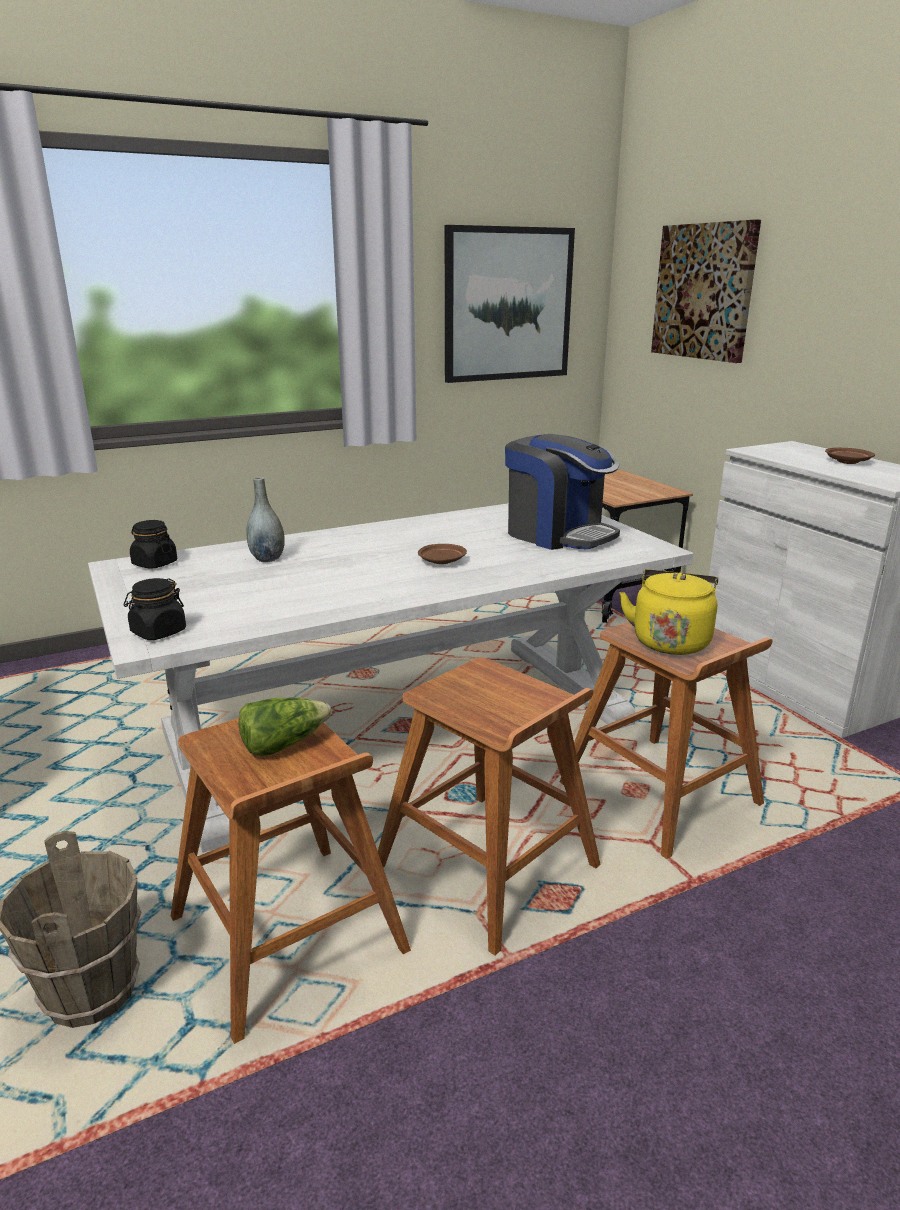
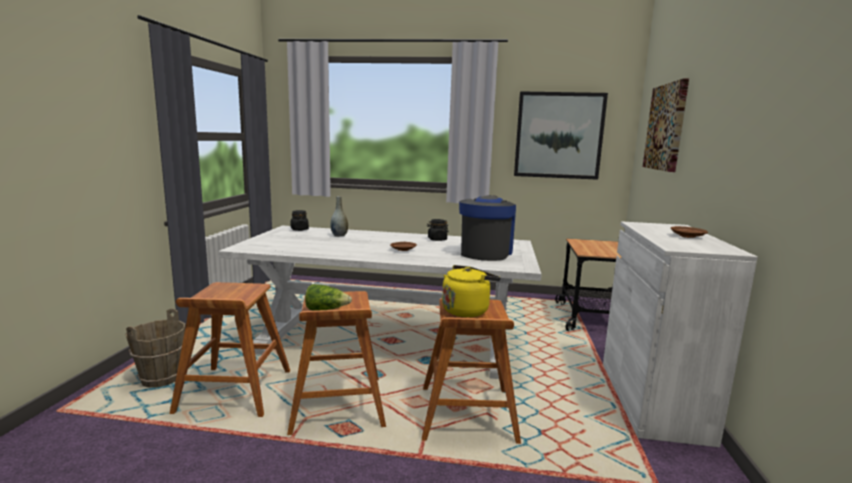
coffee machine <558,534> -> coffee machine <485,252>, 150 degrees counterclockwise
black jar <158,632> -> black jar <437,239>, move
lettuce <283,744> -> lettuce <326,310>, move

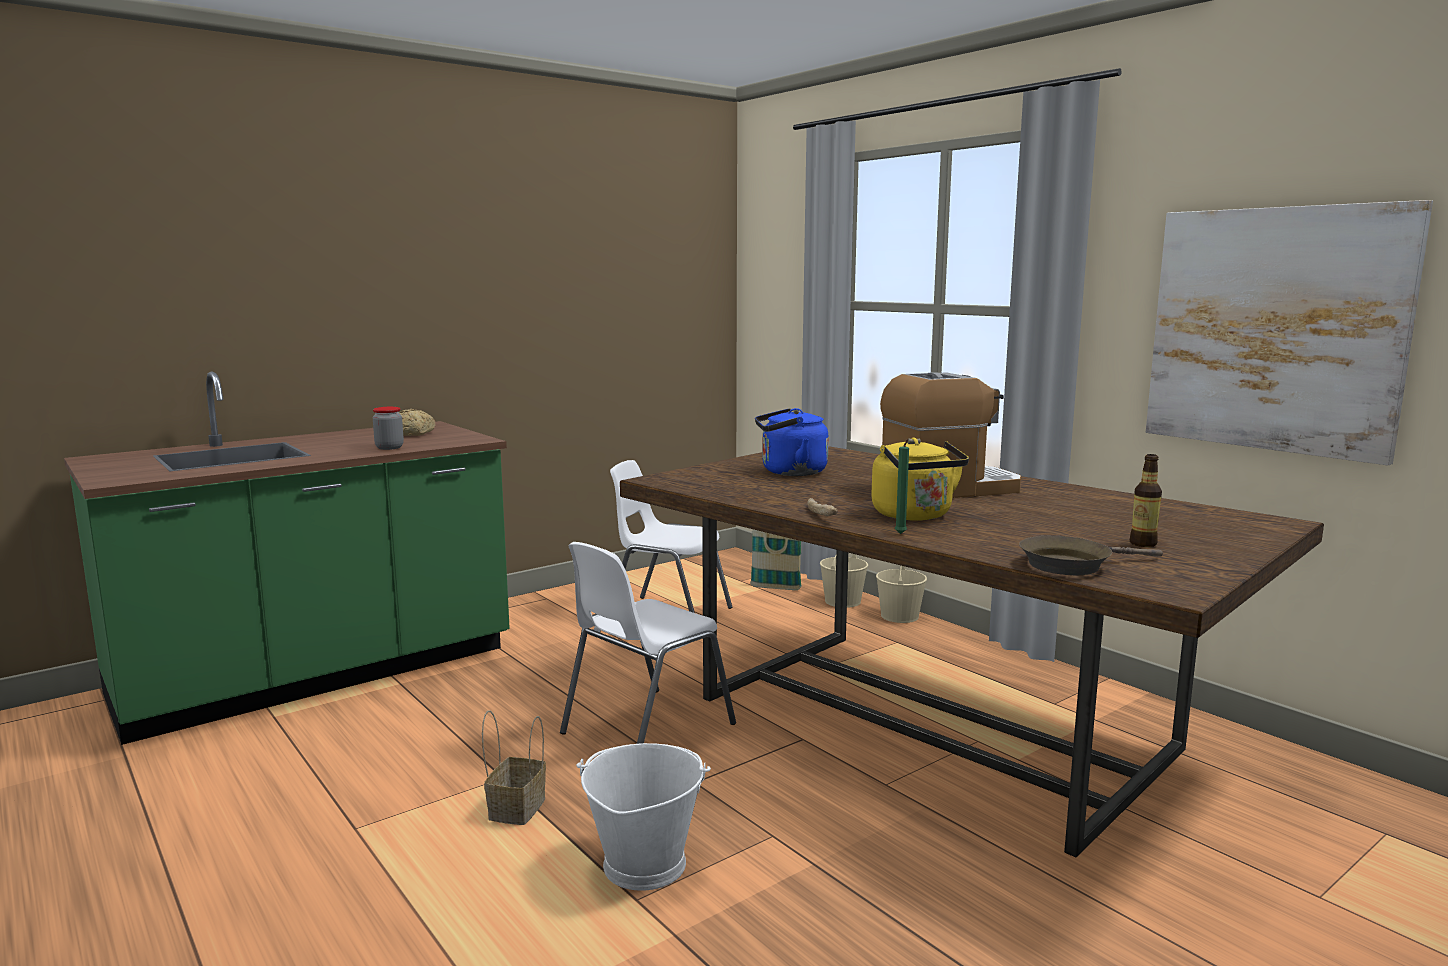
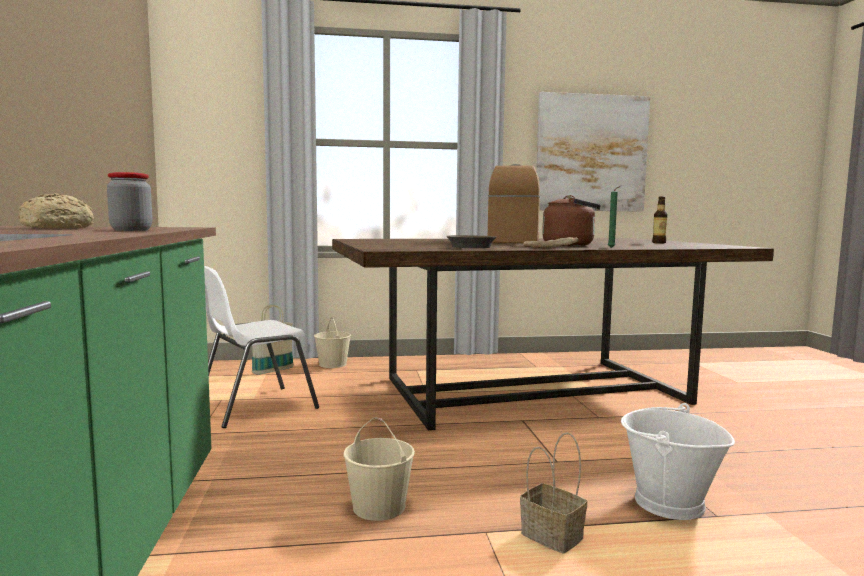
blue kettle <789,472> -> none
yellow kettle <915,516> -> brown kettle <571,245>
brown frying pan <1071,565> -> brown frying pan <471,247>, move
white chair <644,729> -> none
beige bucket <899,616> -> beige bucket <378,506>, move

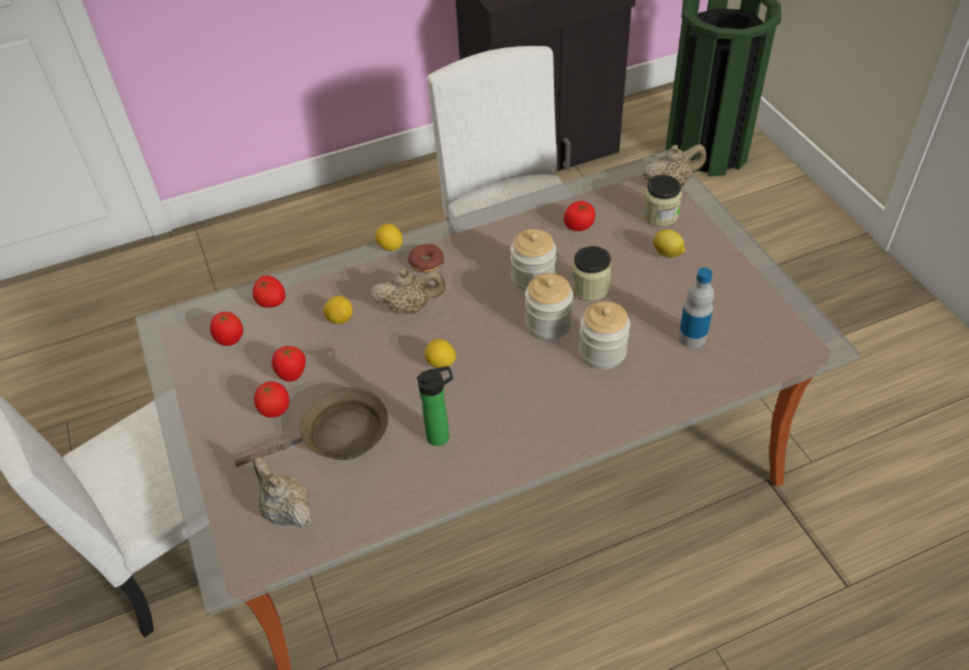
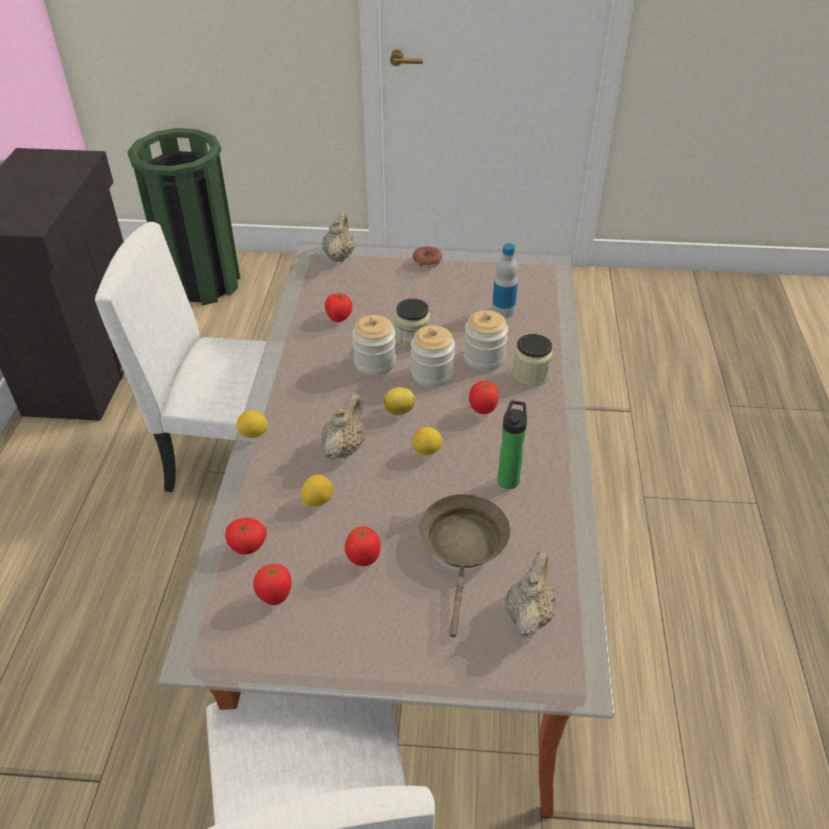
jar <660,215> -> jar <531,374>, move
lemon <668,253> -> lemon <400,411>, move
donut <426,262> -> donut <427,261>, move
tomato <275,411> -> tomato <482,410>, move
beige teapot <286,511> -> beige teapot <529,614>, 120 degrees clockwise

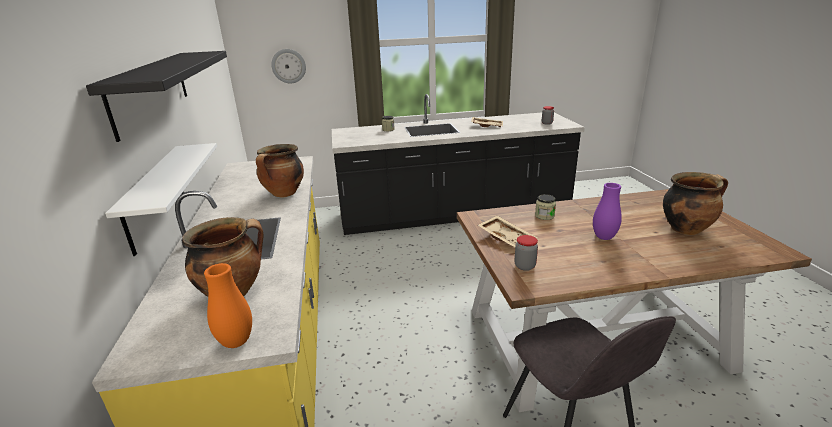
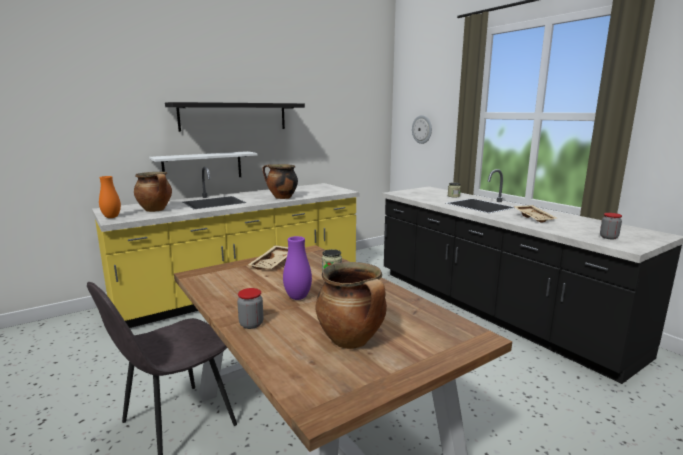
jar <525,266> -> jar <251,324>, move

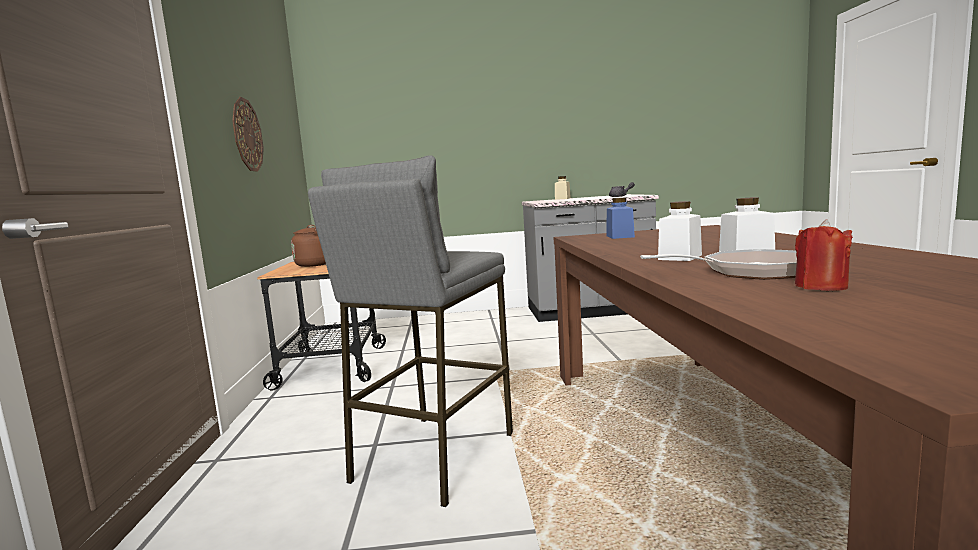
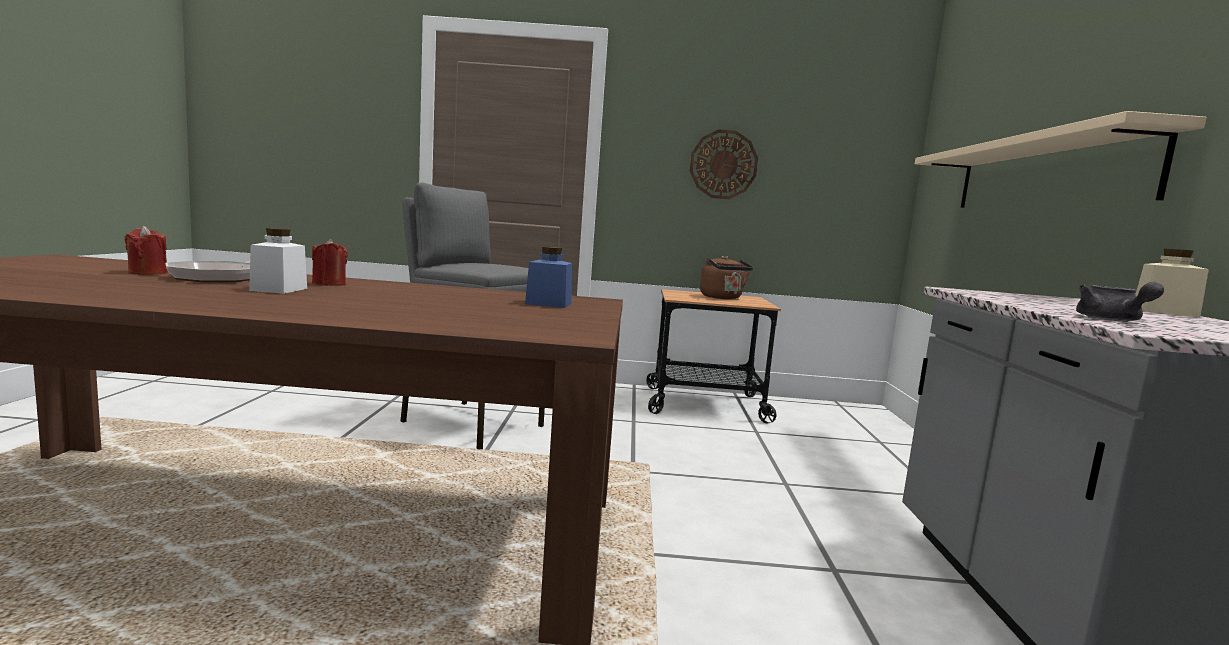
white jar <680,257> -> red candle <329,284>
none -> beige shelf <1044,175>

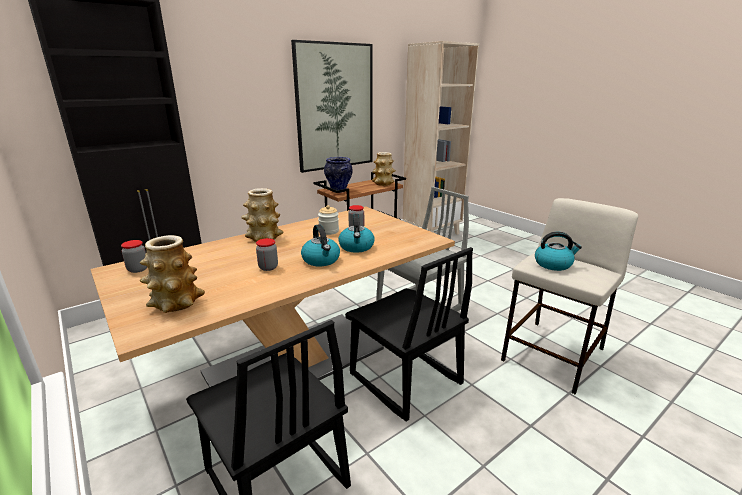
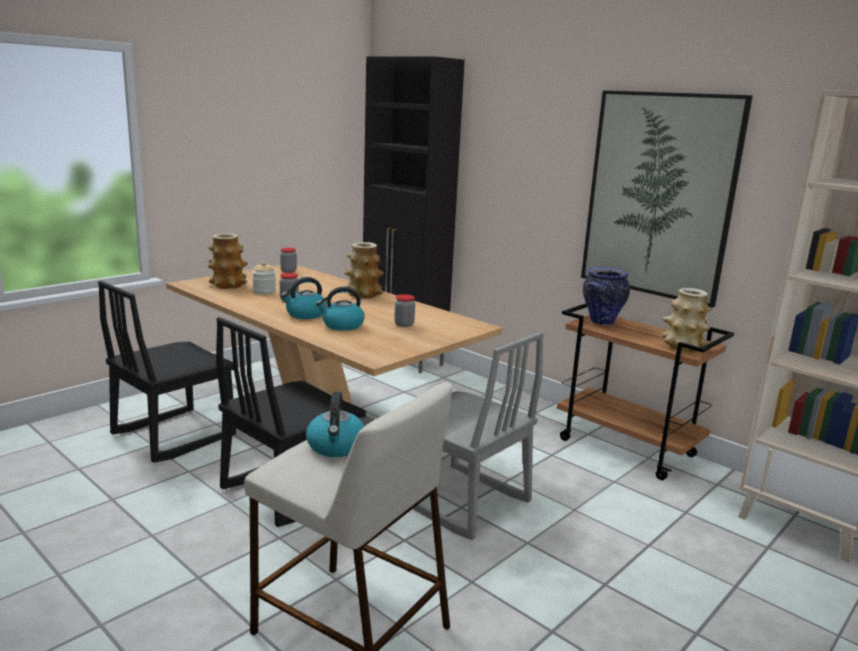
jar <329,231> -> jar <264,291>, move

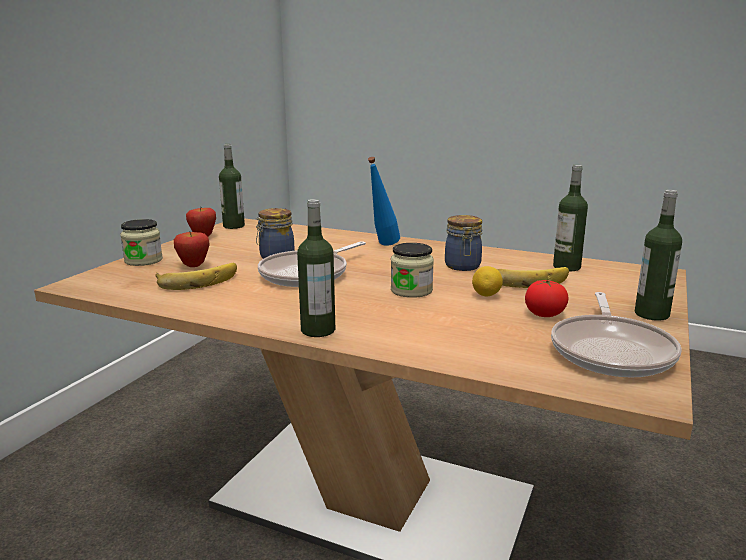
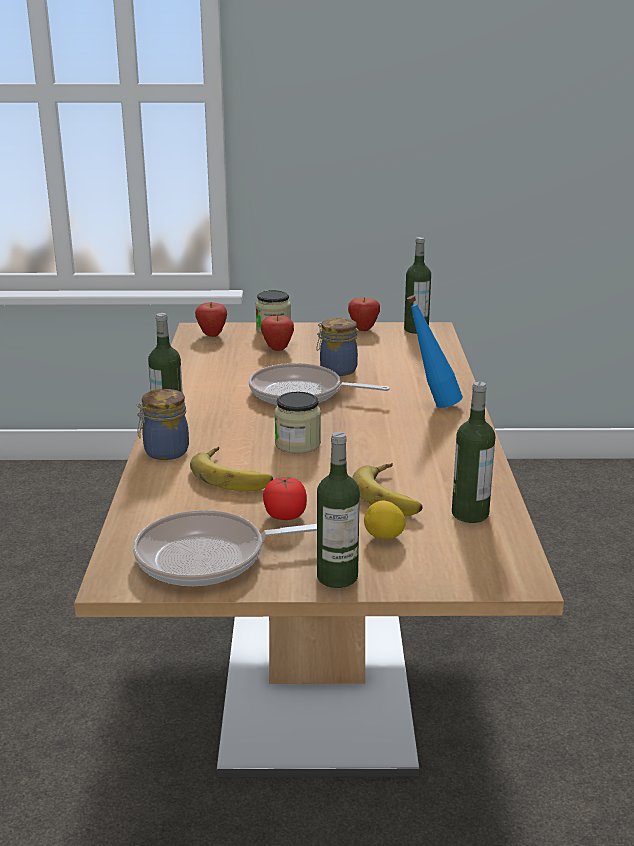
jar <462,267> -> jar <164,452>, move
banana <197,280> -> banana <234,475>, move
lemon <486,295> -> lemon <384,537>, move
none -> apple <212,335>

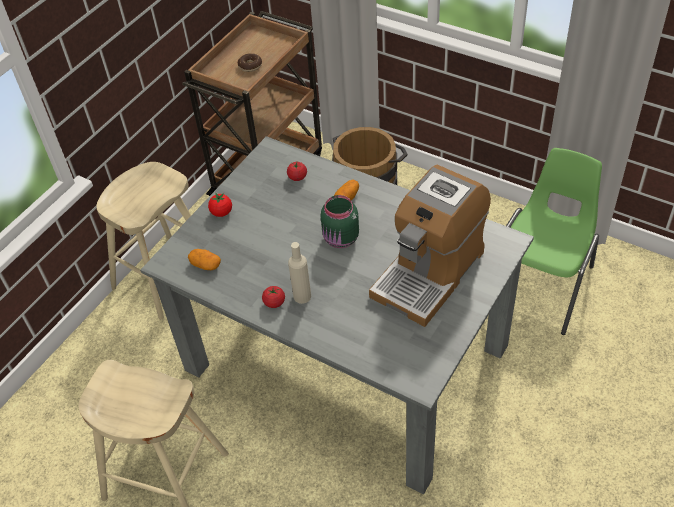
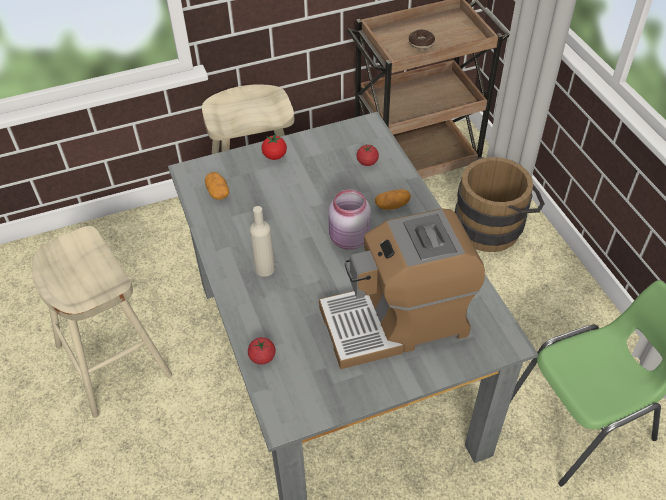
green jar <341,239> -> pink jar <348,239>
tomato <274,302> -> tomato <262,357>, move

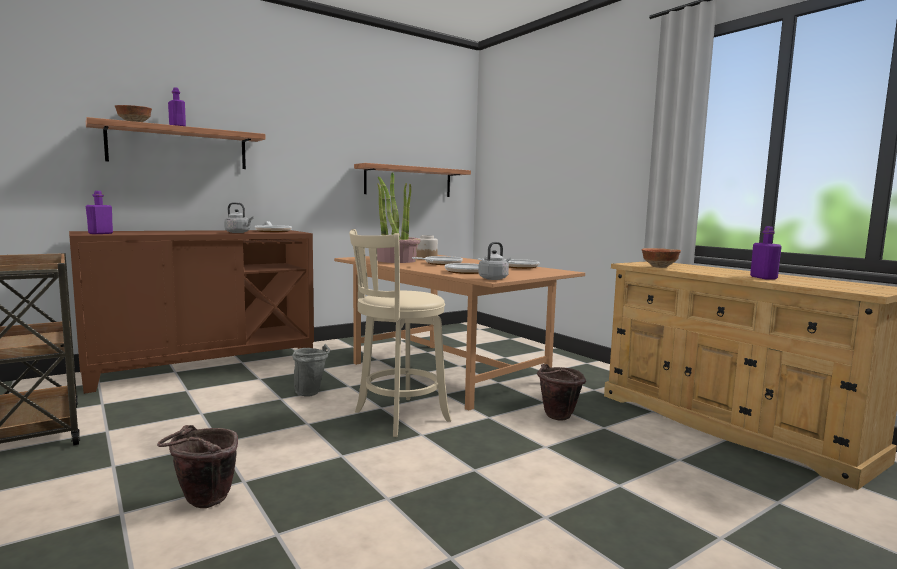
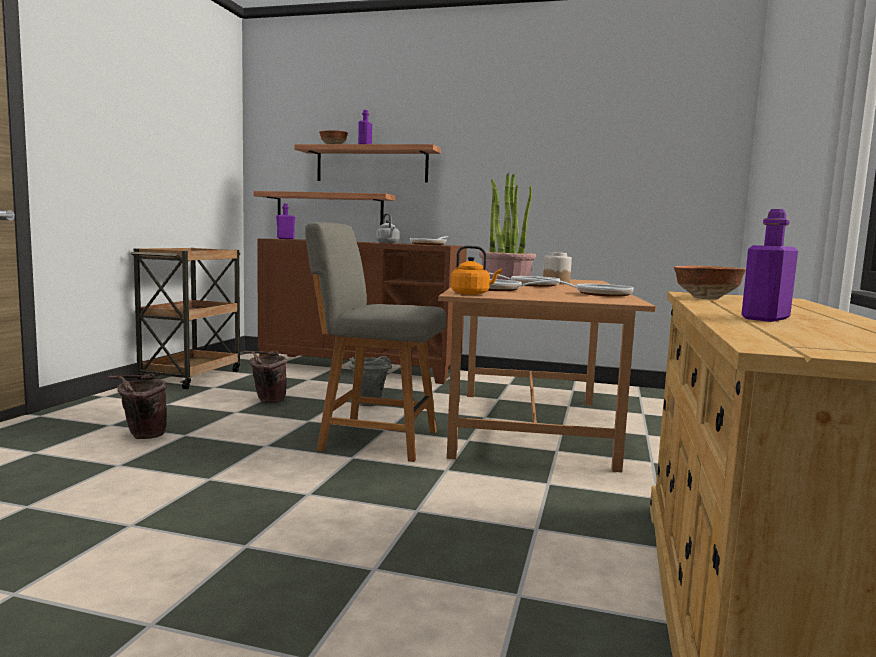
shelf <408,181> -> shelf <329,210>, move
beige stool <397,417> -> grey chair <374,440>
grey kettle <494,278> -> orange kettle <472,294>
brown bucket <556,418> -> brown bucket <266,401>, move

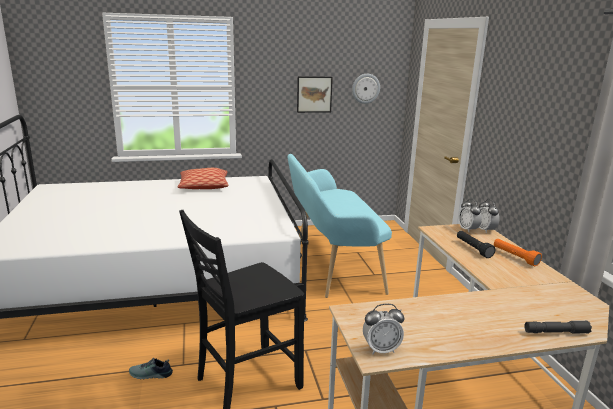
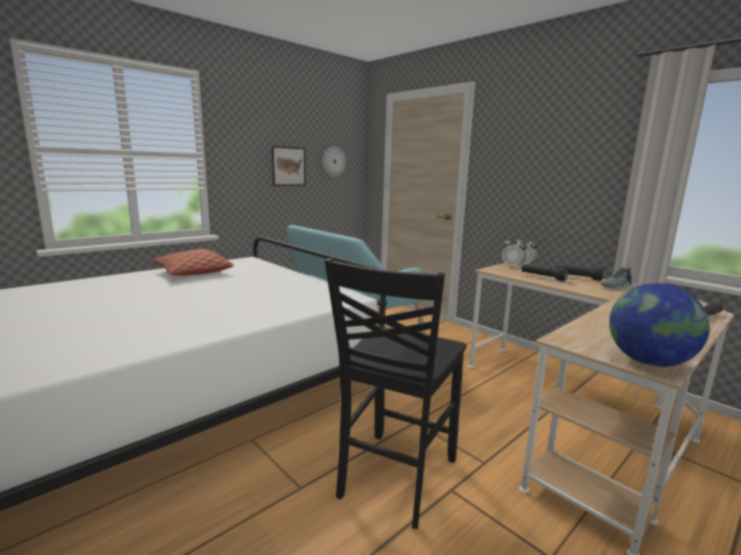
orange flashlight <514,257> -> black flashlight <577,277>
alarm clock <381,349> -> globe <648,362>
shoe <150,375> -> shoe <617,286>, move

